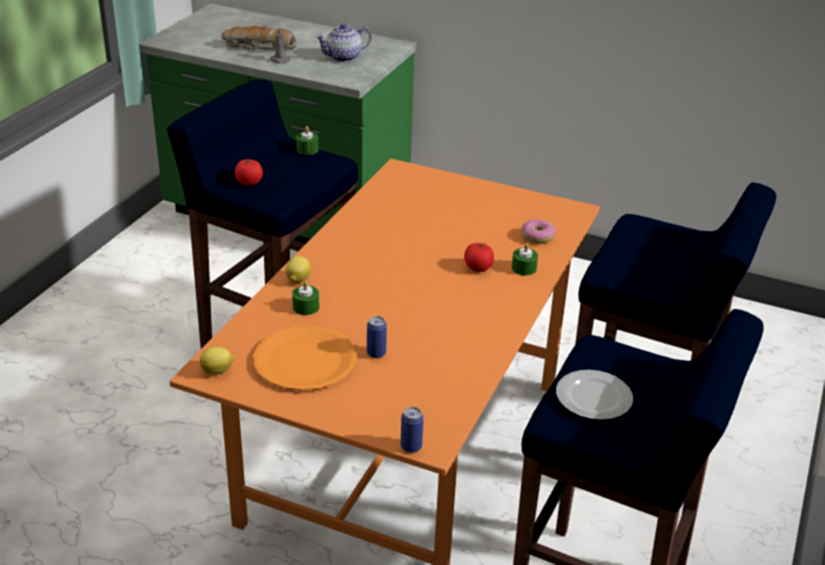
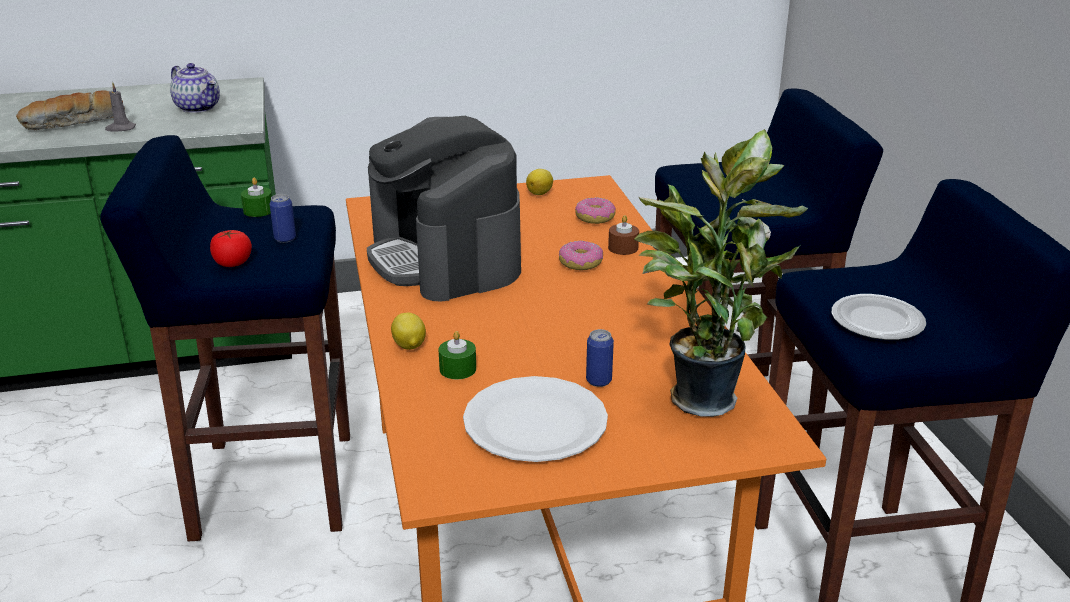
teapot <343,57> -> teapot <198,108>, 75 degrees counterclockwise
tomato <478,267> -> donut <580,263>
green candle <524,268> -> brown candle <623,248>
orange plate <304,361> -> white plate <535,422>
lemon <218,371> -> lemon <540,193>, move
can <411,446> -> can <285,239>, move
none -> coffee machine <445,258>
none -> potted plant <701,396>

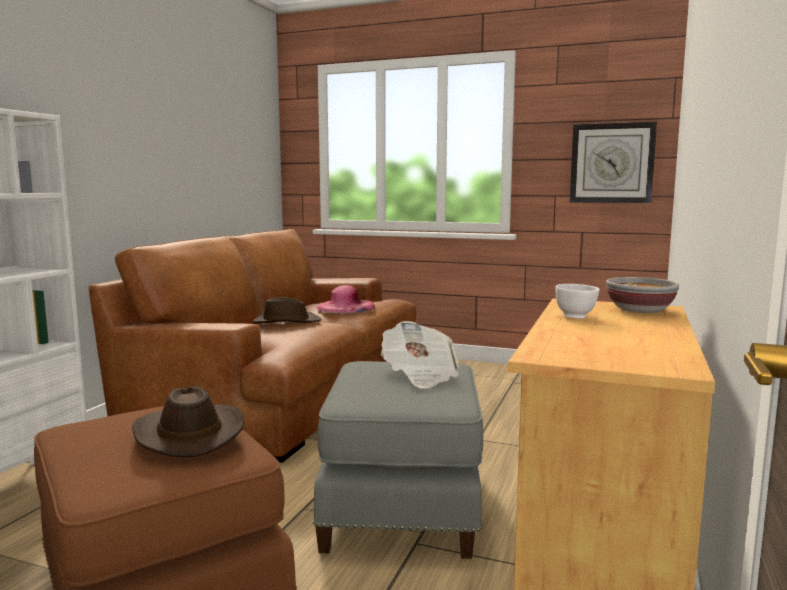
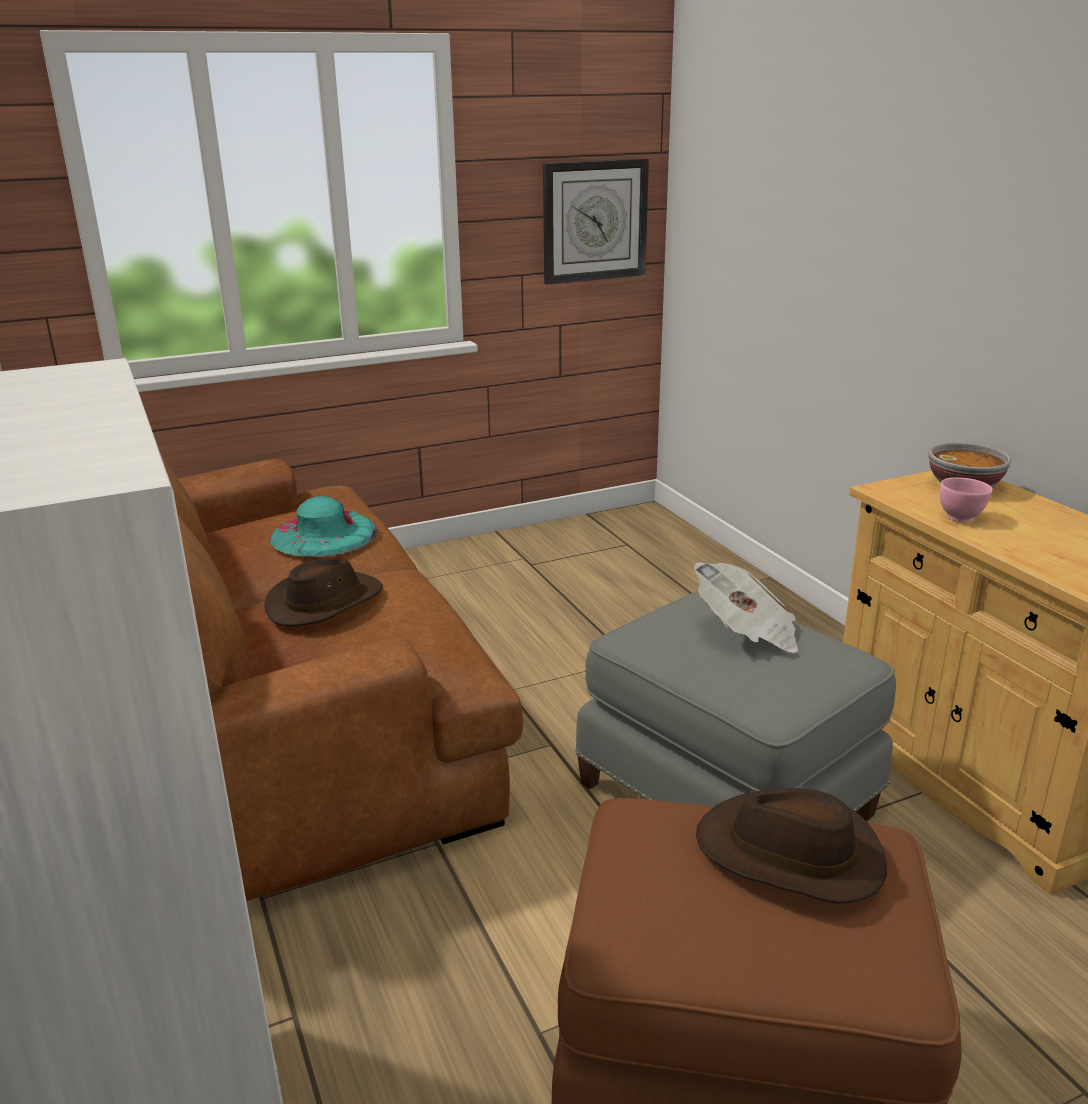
white bowl <575,316> -> pink bowl <960,517>
pink hat <345,307> -> turquoise hat <324,534>

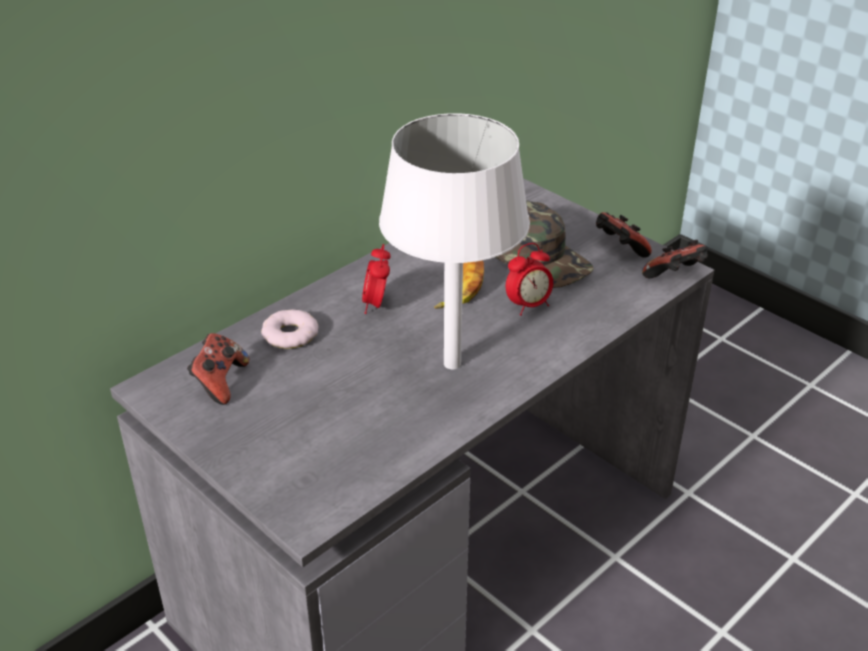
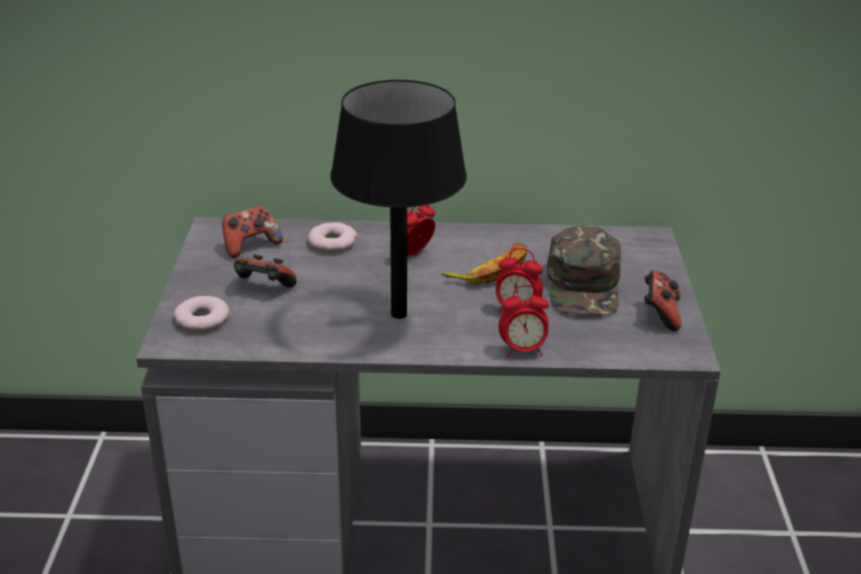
white table lamp <452,363> -> black table lamp <399,314>
game controller <675,277> -> game controller <263,288>, move
none -> alarm clock <522,350>
none -> donut <202,319>

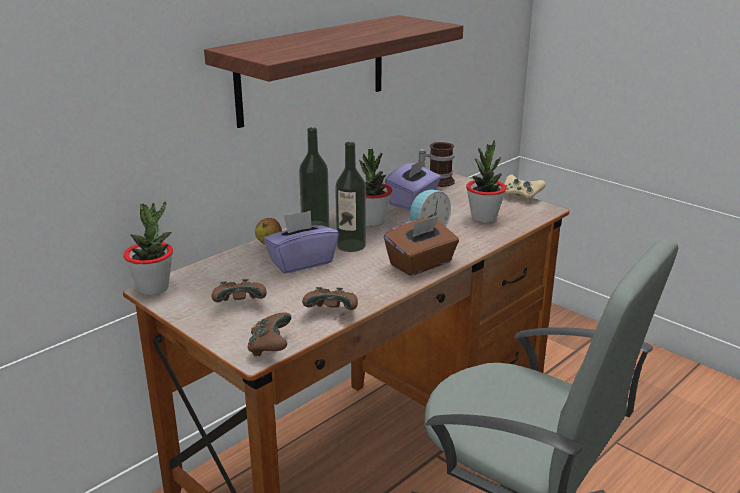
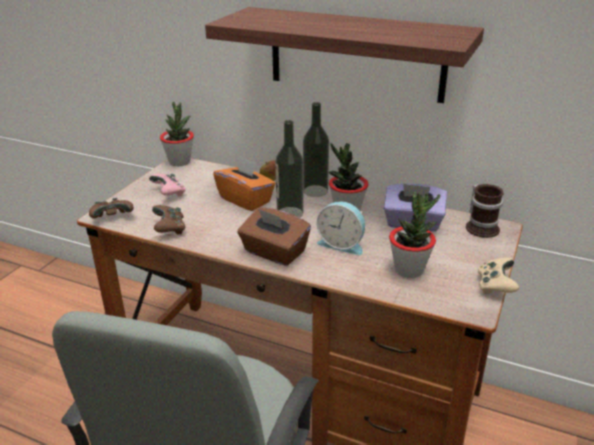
purple tissue box <301,262> -> orange tissue box <246,200>
brown game controller <240,304> -> pink game controller <169,194>

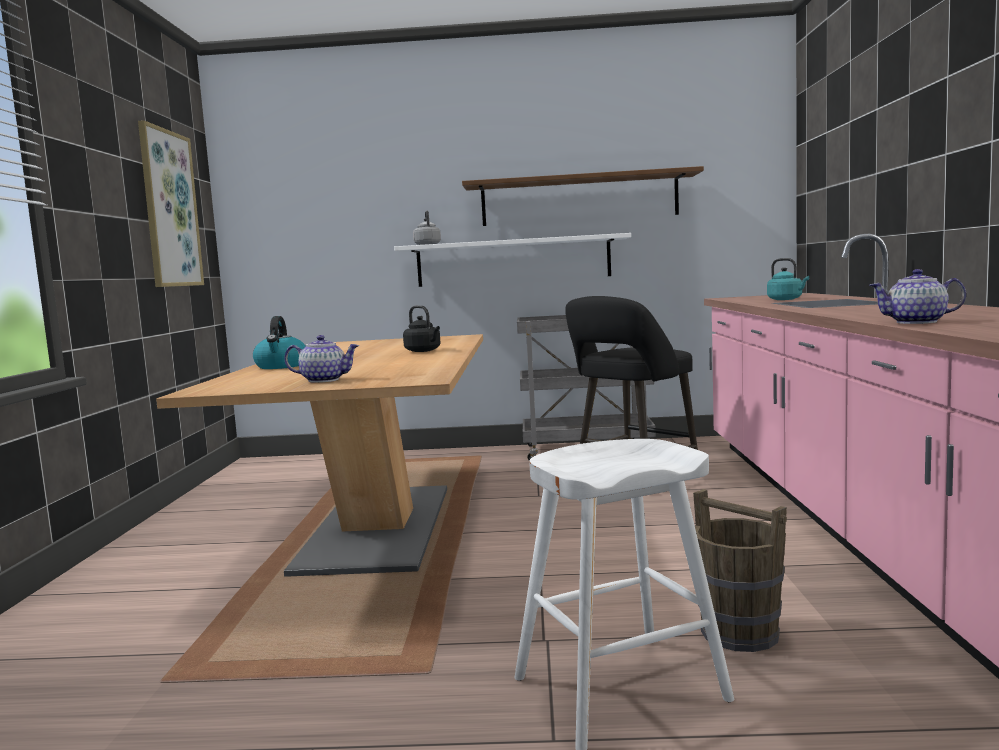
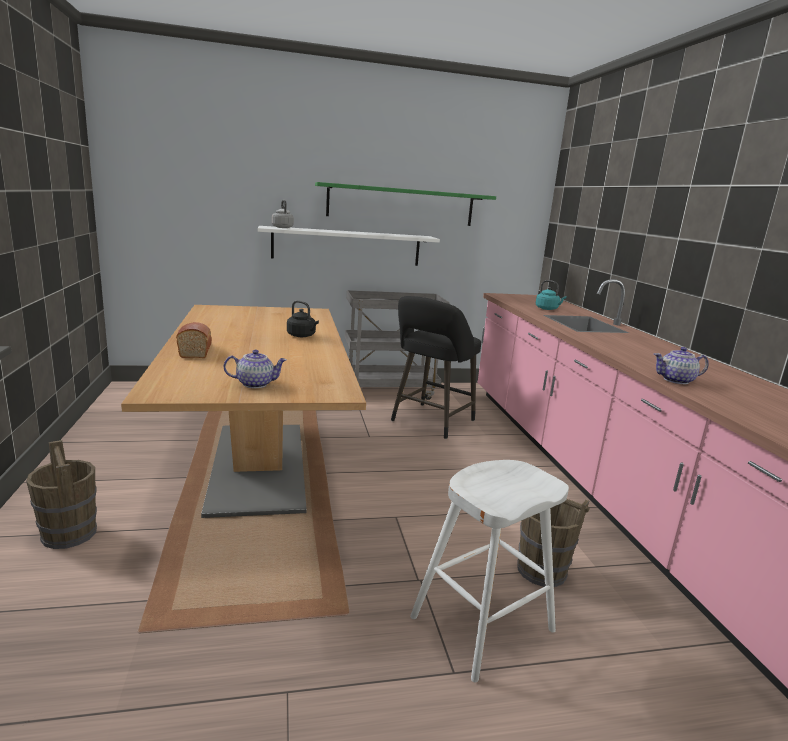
picture <170,209> -> none
brown shelf <579,199> -> green shelf <401,205>
kettle <281,366> -> bread <196,350>
none -> brown bucket <69,534>

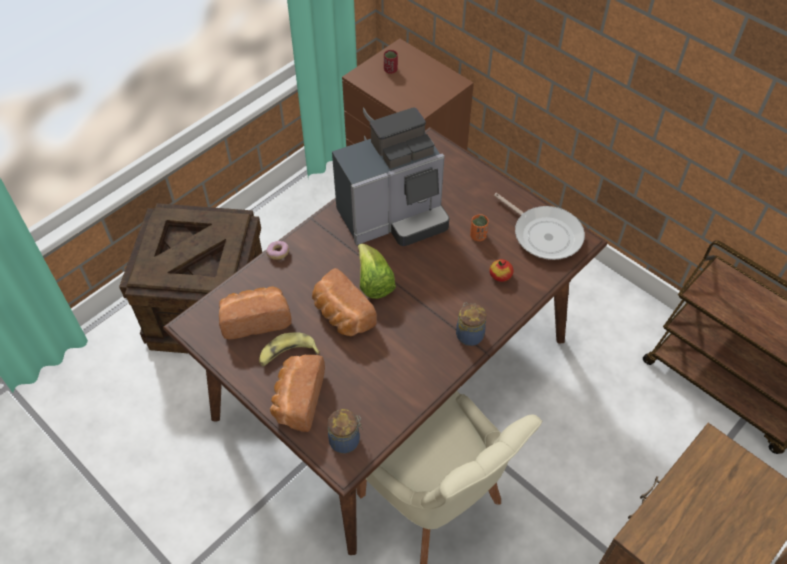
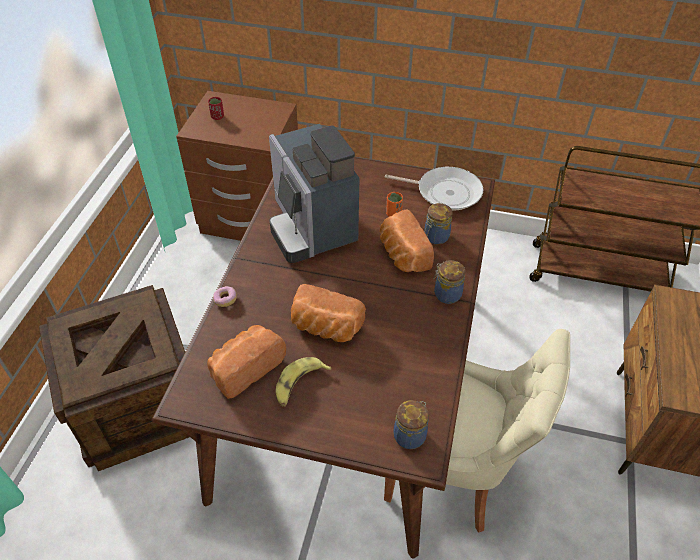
coffee machine <394,217> -> coffee machine <311,227>, 120 degrees clockwise
lettuce <373,282> -> none
apple <500,275> -> jar <435,237>
bread <297,400> -> bread <402,254>, move

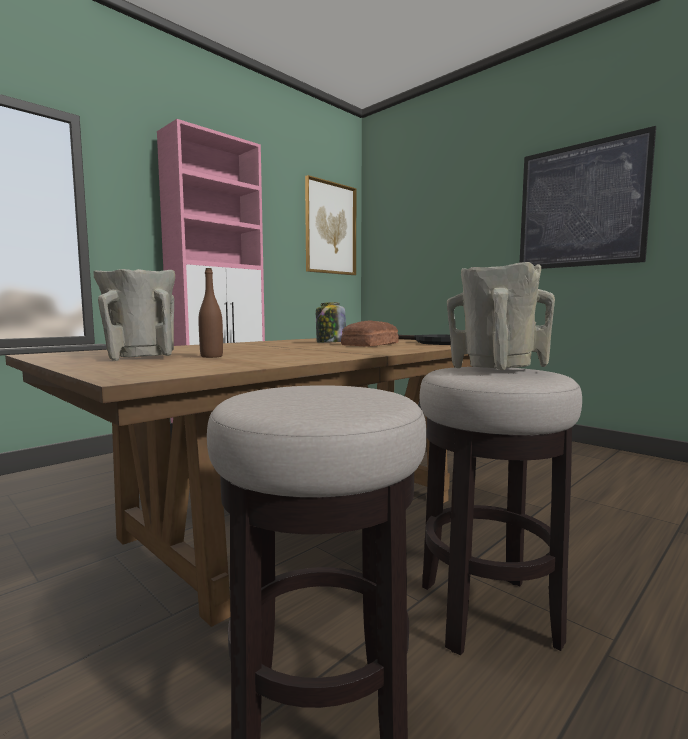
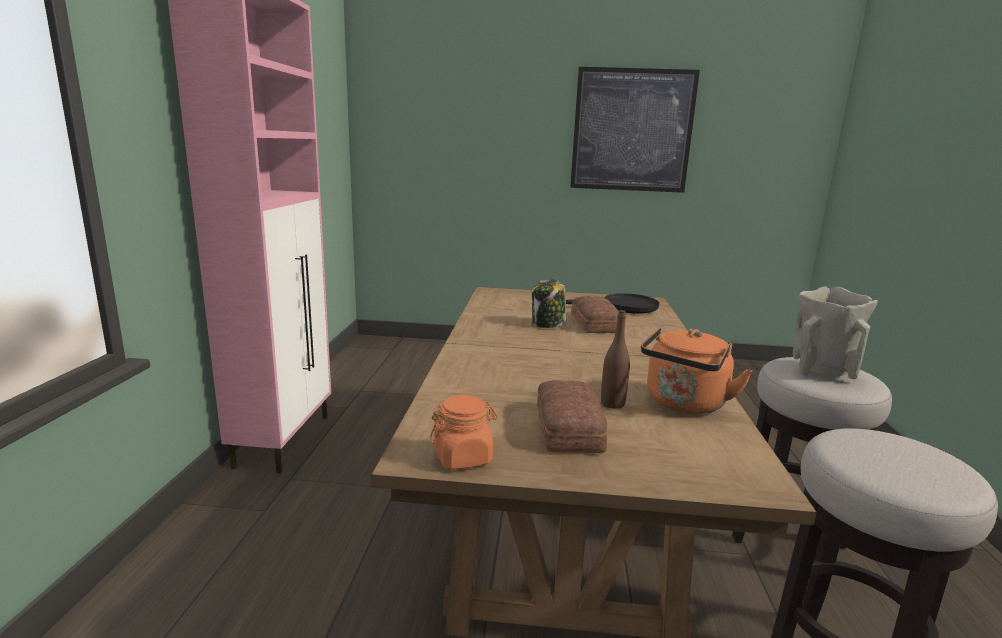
picture <330,228> -> none
beige vase <140,357> -> bread <566,428>
none -> orange kettle <684,404>
none -> orange jar <463,457>

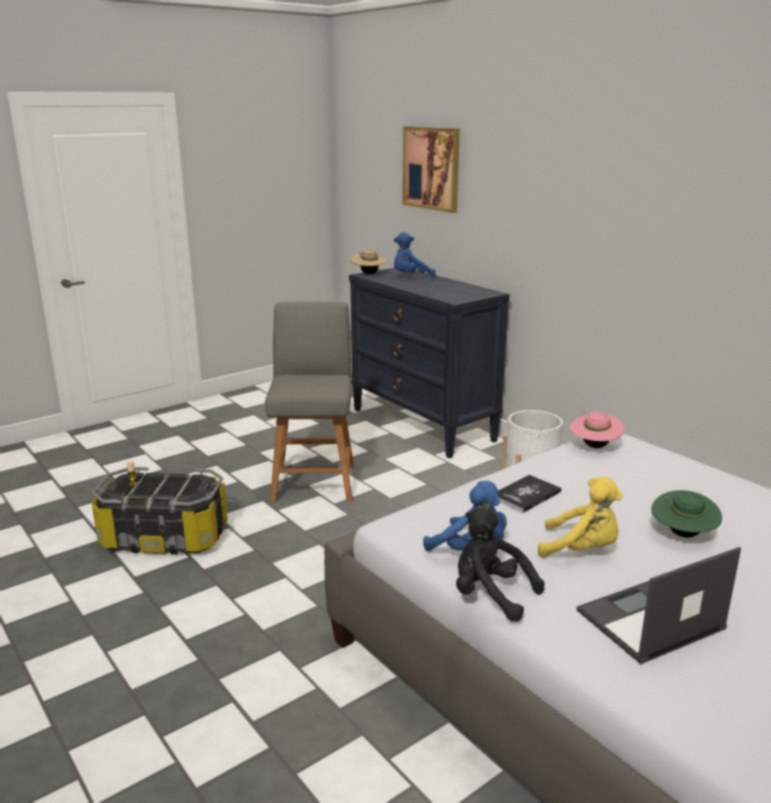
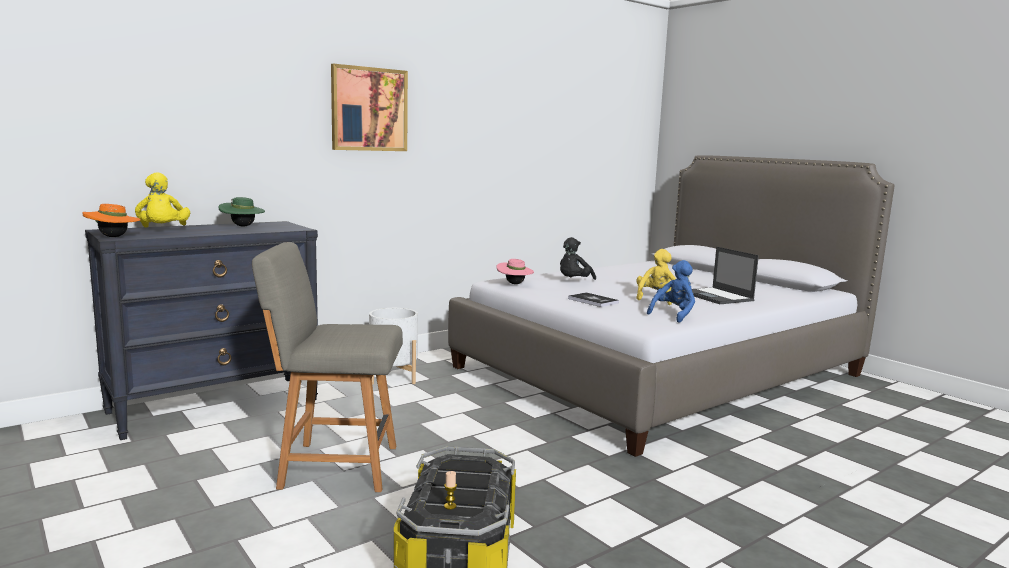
picture <431,168> -> picture <369,109>, move
blue plush toy <411,277> -> yellow plush toy <163,230>
beige hat <369,274> -> orange hat <113,237>
green hat <682,534> -> green hat <242,226>, move
black plush toy <490,595> -> black plush toy <573,282>, move

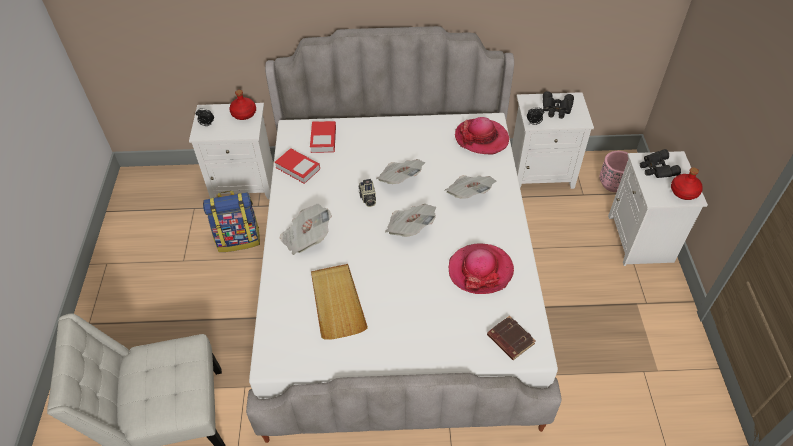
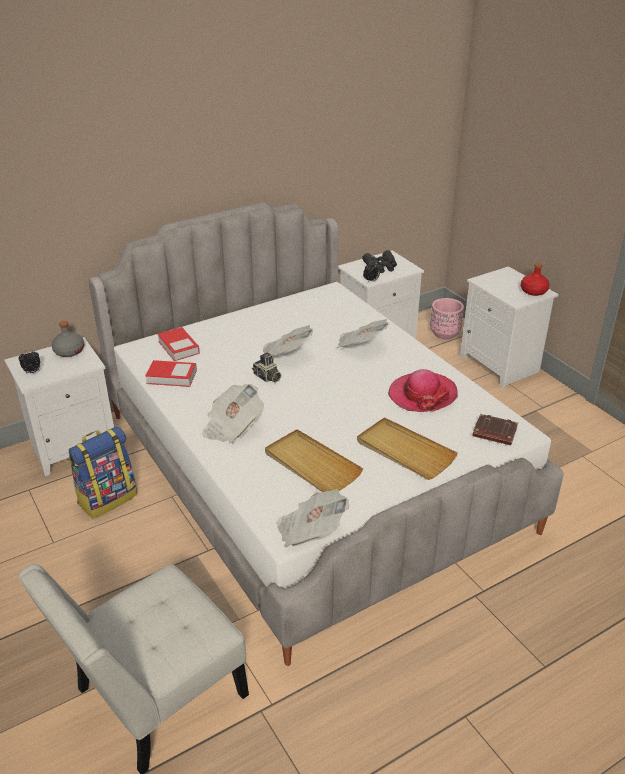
red bottle <244,113> -> grey bottle <69,351>
hat <481,138> -> none
black binoculars <656,168> -> none
newspaper <409,228> -> newspaper <310,531>, move
none -> beige tray <404,451>

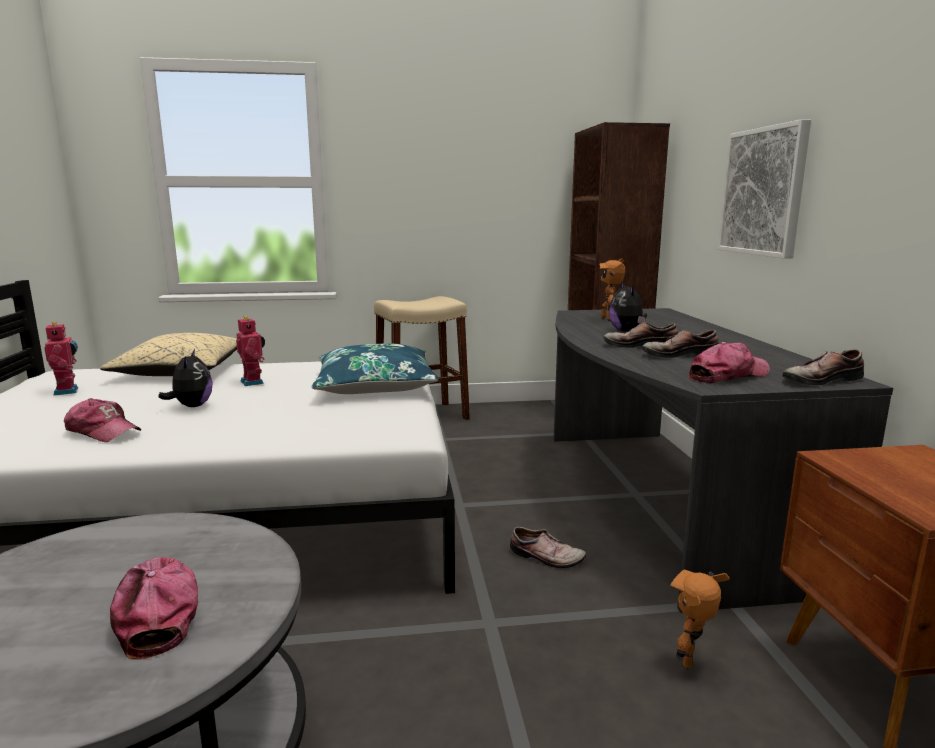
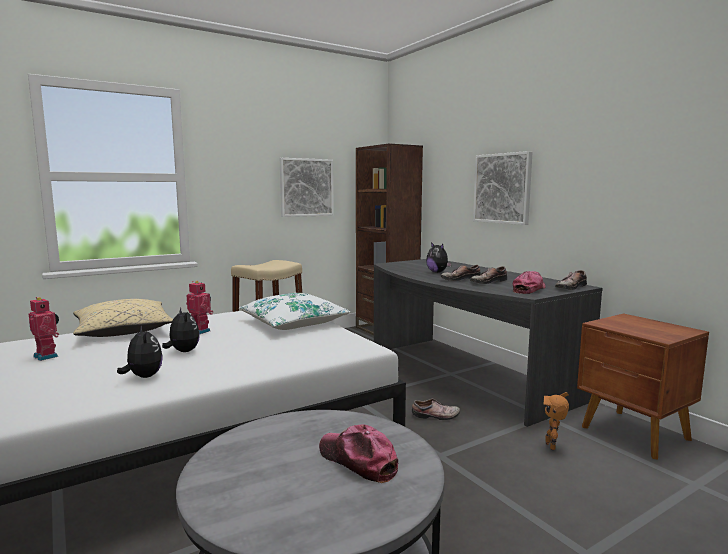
toy robot <608,319> -> none
blue pillow <375,385> -> white pillow <293,323>
cap <103,431> -> plush toy <143,376>
none -> picture <306,187>

